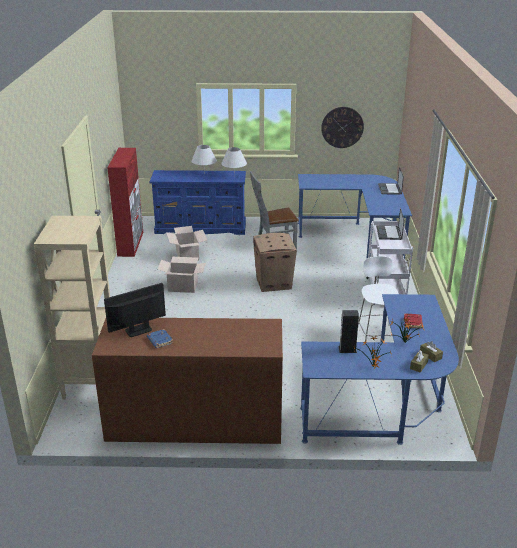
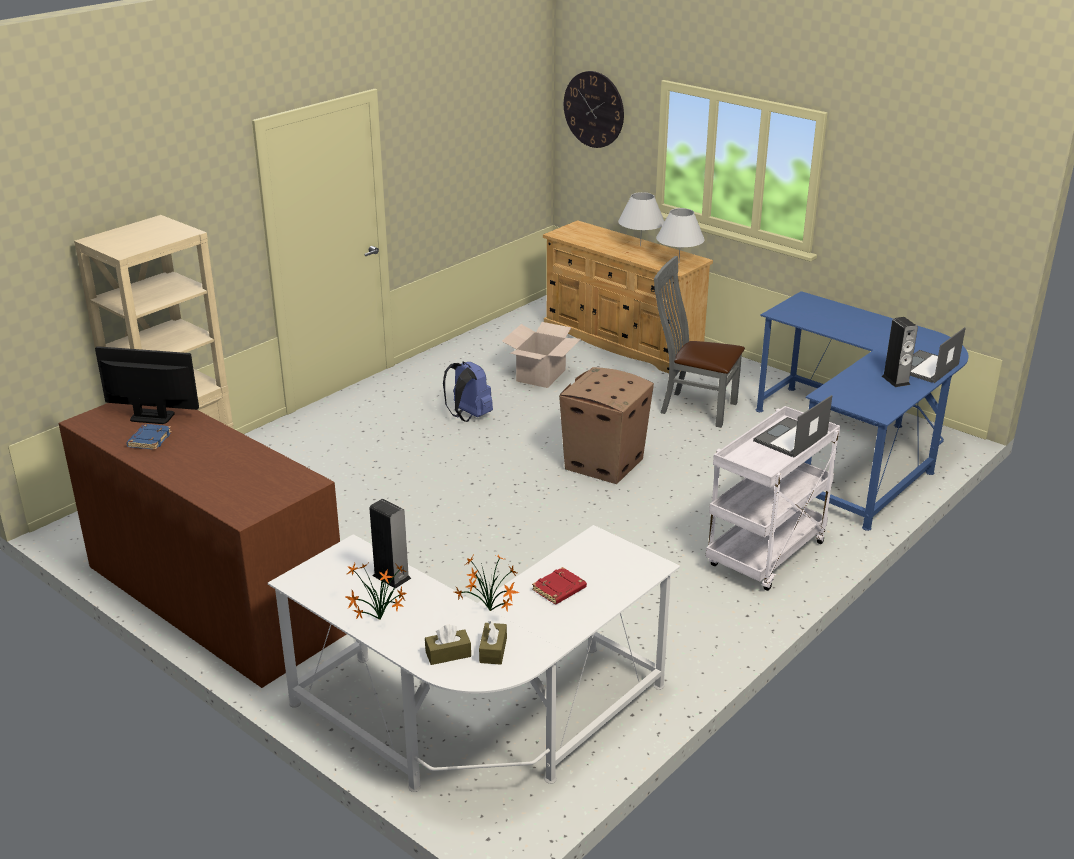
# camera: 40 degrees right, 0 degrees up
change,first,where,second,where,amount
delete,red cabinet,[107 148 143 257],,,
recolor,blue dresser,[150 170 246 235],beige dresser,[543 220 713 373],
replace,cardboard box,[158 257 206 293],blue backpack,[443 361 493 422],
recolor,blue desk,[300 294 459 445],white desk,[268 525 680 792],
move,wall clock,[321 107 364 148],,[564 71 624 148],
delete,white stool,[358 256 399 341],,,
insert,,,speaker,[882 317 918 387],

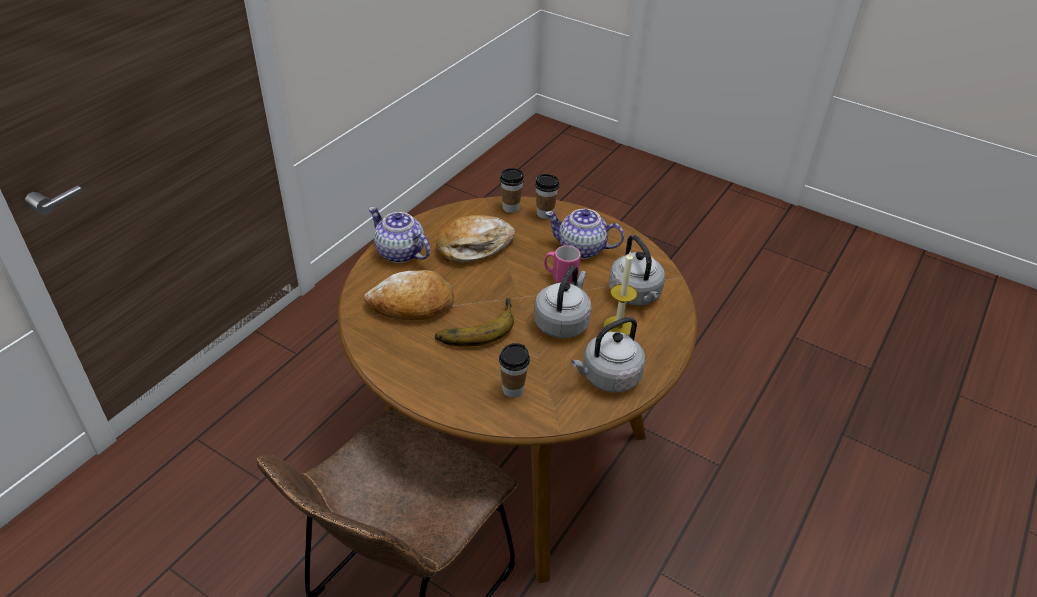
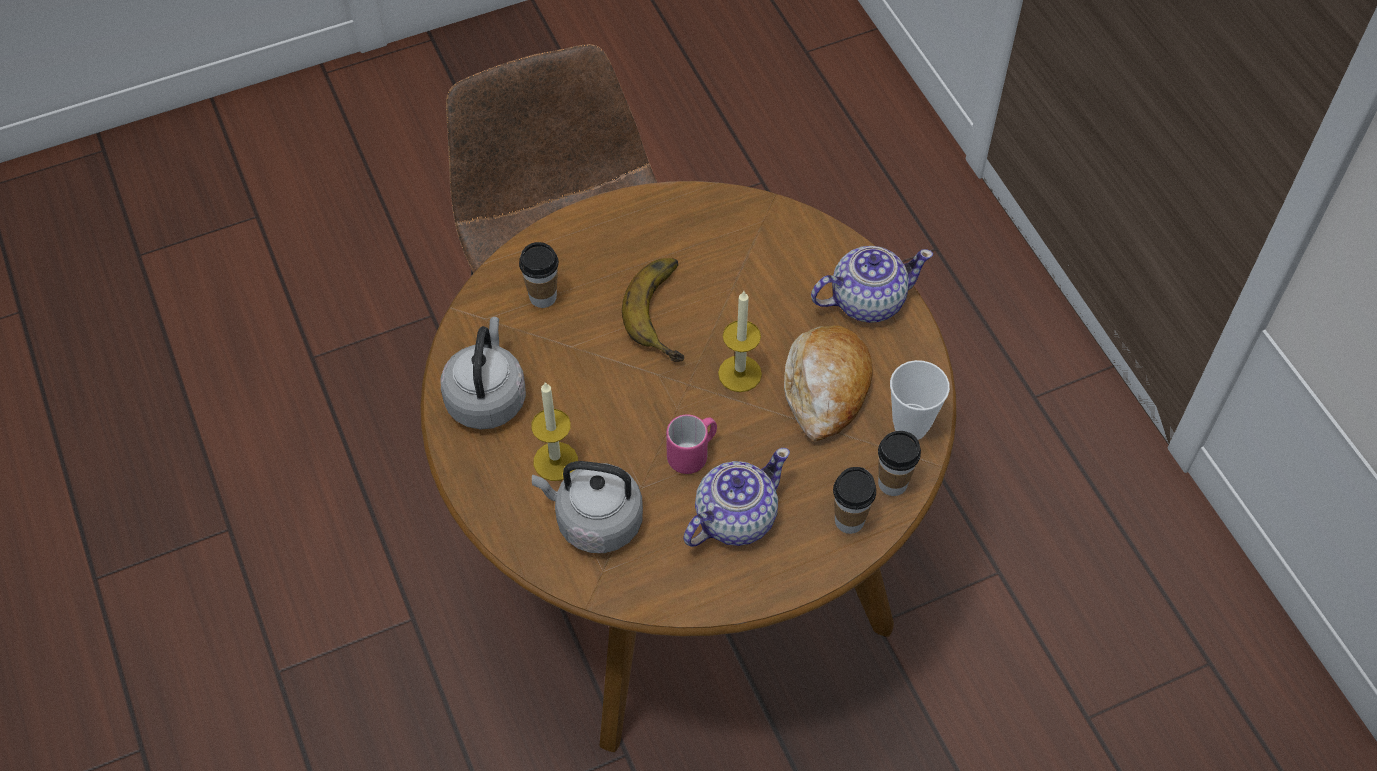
# camera: 125 degrees right, 15 degrees up
change,first,where,second,where,amount
delete,bread,[364 270 454 320],,,
delete,grey kettle,[534 265 592 338],,,
insert,,,candle,[718 291 762 392],
insert,,,cup,[890 360 950 440],

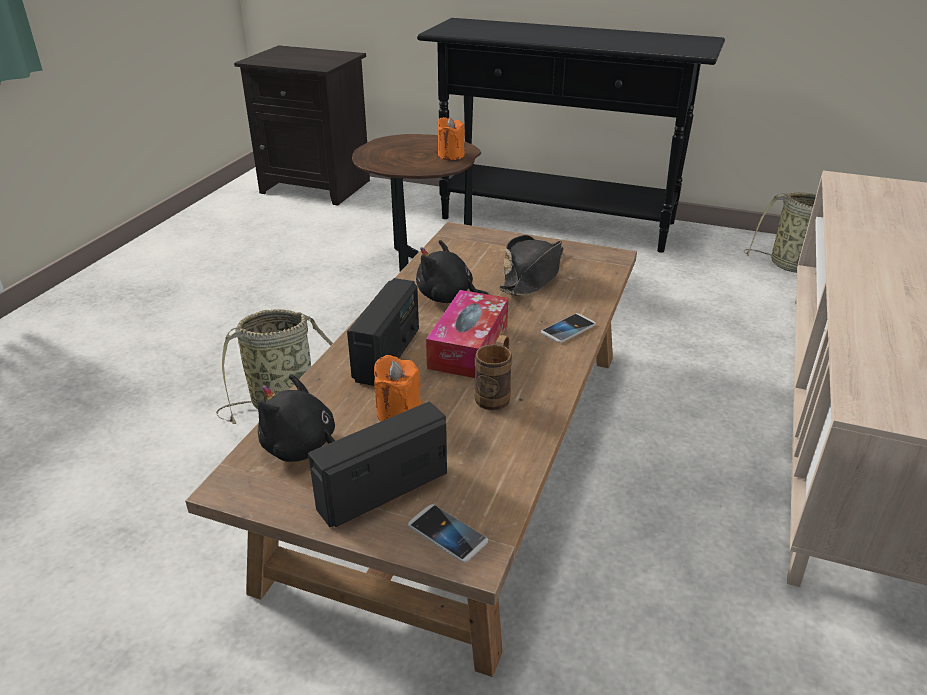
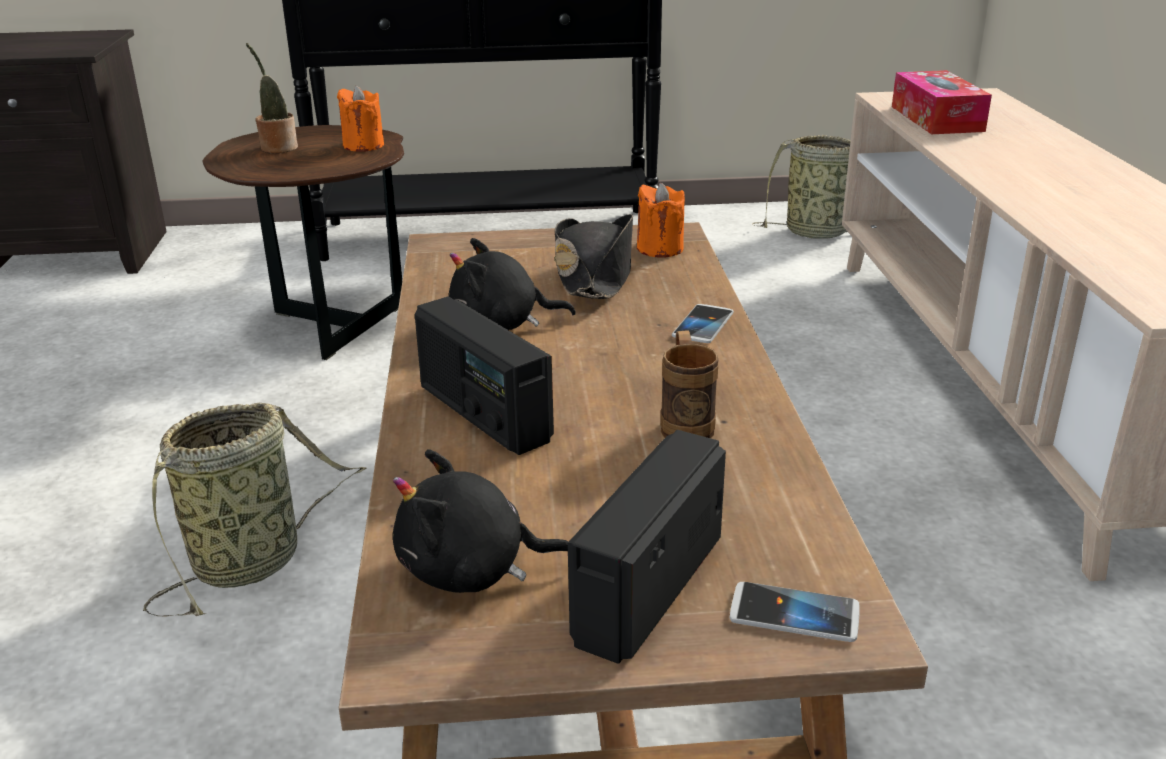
# camera: 25 degrees left, 5 degrees down
change,first,where,second,where,amount
rotate,radio,[347 278 419 386],,[415 297 554 455],150 degrees clockwise
move,orange candle,[374 355 421 421],,[637 183 685 258],
move,tissue box,[426 290 508 378],,[892 70 992 134],
insert,,,potted plant,[246 43 298 153],

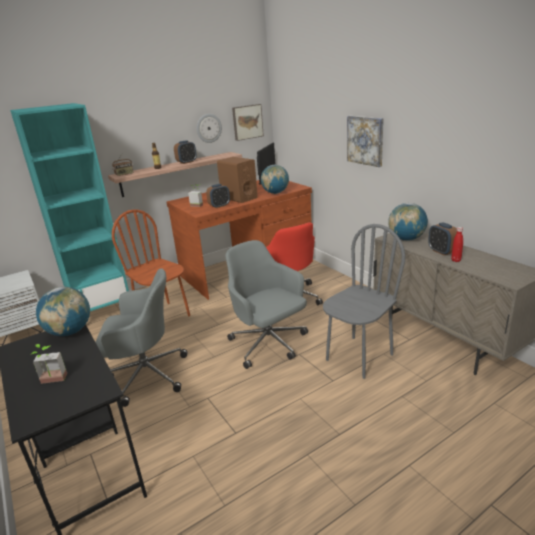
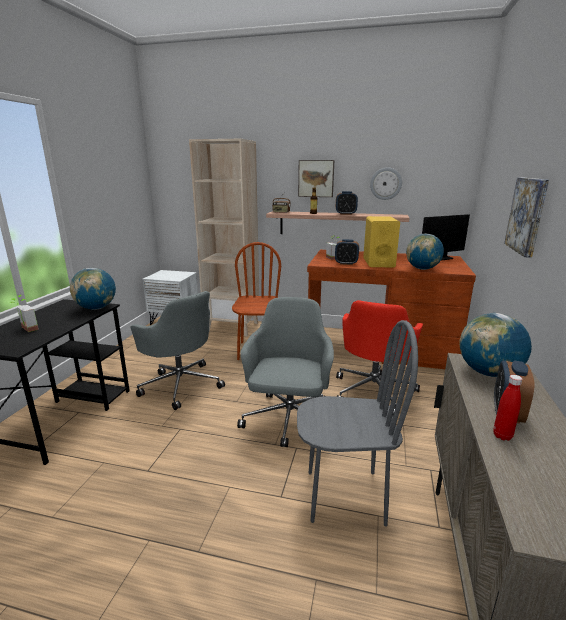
# camera: 45 degrees right, 5 degrees down
change,first,where,second,where,amount
recolor,turquoise bookcase,[10 103 129 311],beige bookcase,[189 139 259 336],
recolor,brown speaker,[217 157 258 203],yellow speaker,[363 216 400 268],
move,picture,[232 104 264 141],,[298 160 334 197],

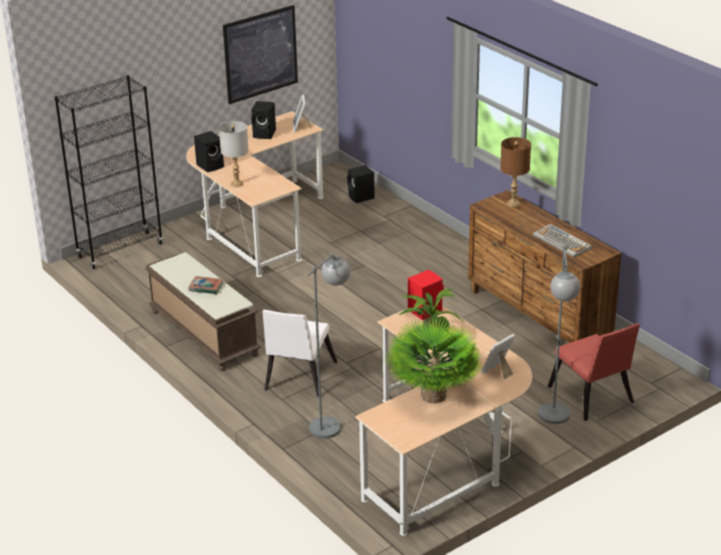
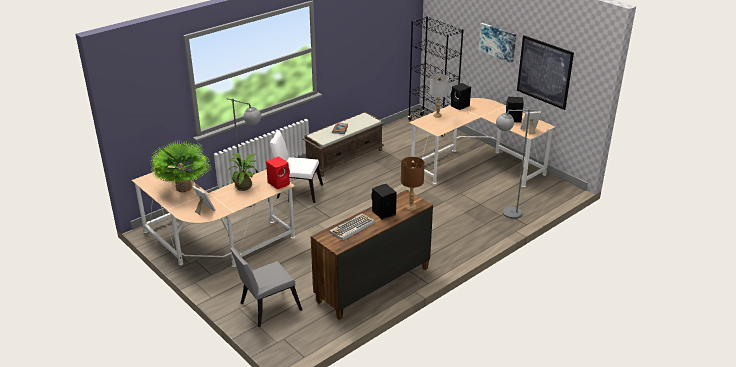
# camera: 85 degrees right, 0 degrees up
change,first,where,second,where,amount
move,black speaker,[347 165 375 203],,[371 184 397 220],
move,grey floor lamp,[538 242 580 424],,[496 109 537 219],
recolor,red chair,[548 323 640 421],grey chair,[230 247 302 327],
insert,,,picture,[479 23 516 63],

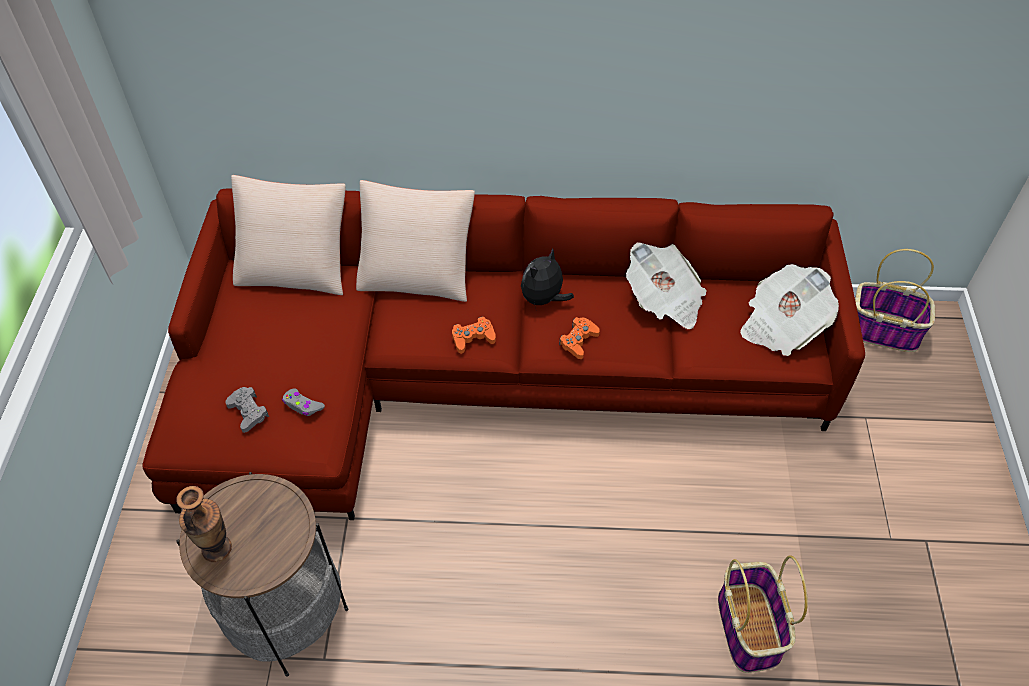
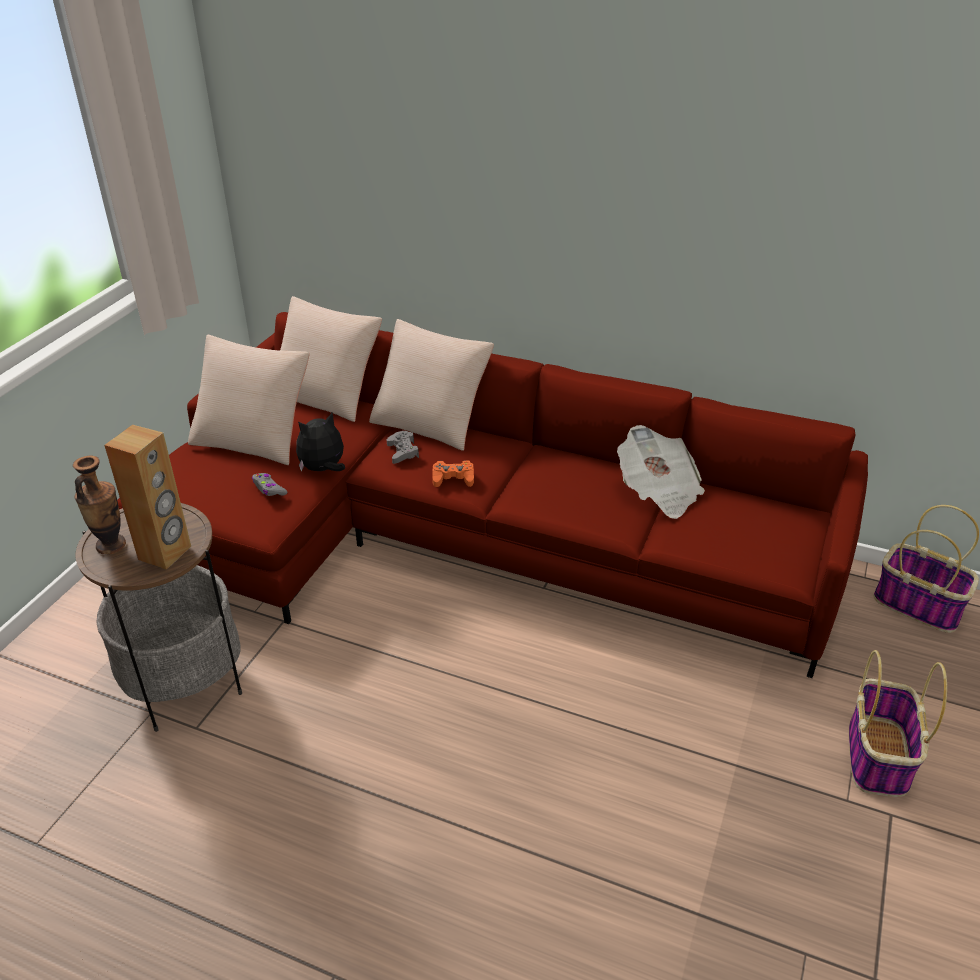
# camera: 20 degrees right, 15 degrees down
change,first,where,second,where,amount
move,grey game controller,[225 387 269 433],,[387 431 419 464],
move,plush toy,[521 248 574 305],,[296 412 345 471],
delete,orange game controller,[559 317 600 359],,,
move,basket,[718 555 808 673],,[849 650 947 797],
delete,newspaper,[740 264 839 356],,,
insert,,,brown speaker,[104 425 191 570],
insert,,,beige pillow,[188 335 310 465],

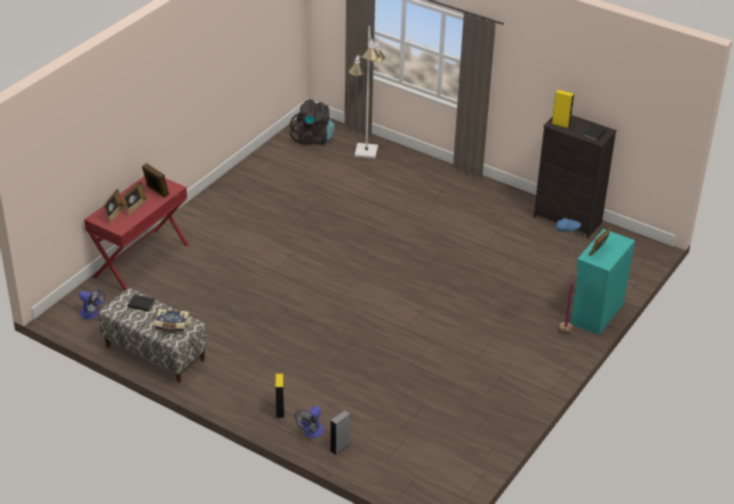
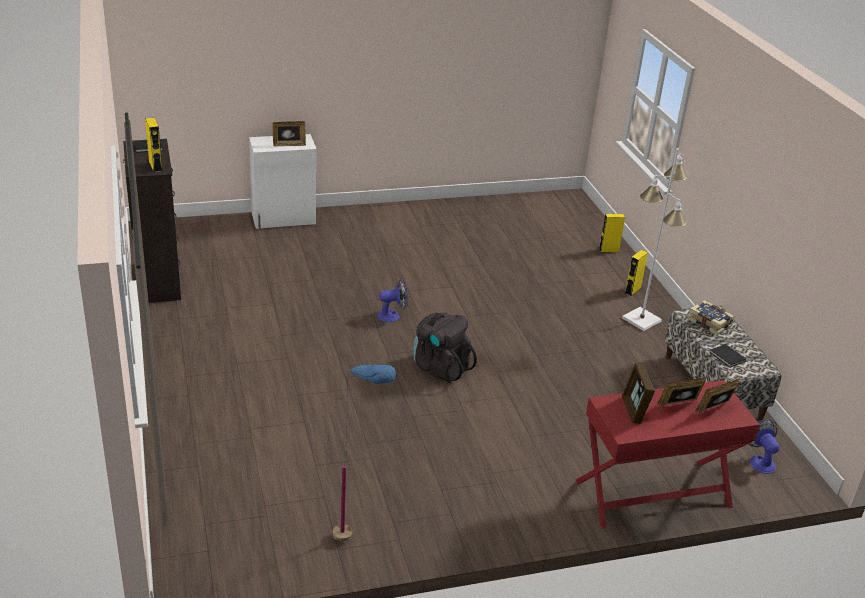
# camera: 140 degrees left, 5 degrees down
change,first,where,second,where,amount
move,black backpack,[290 99 335 145],,[413 313 477 383],
move,fan,[295 406 324 438],,[377 280 408 322],
recolor,grey speaker,[330 410 350 455],yellow speaker,[599 214 625 252],
move,white floor lamp,[349 26 385 158],,[622 148 687 331],
move,blue floor lamp,[556 218 581 332],,[333 365 396 541],
recolor,turquoise cabinet,[570 229 635 335],white cabinet,[249 134 317 229],

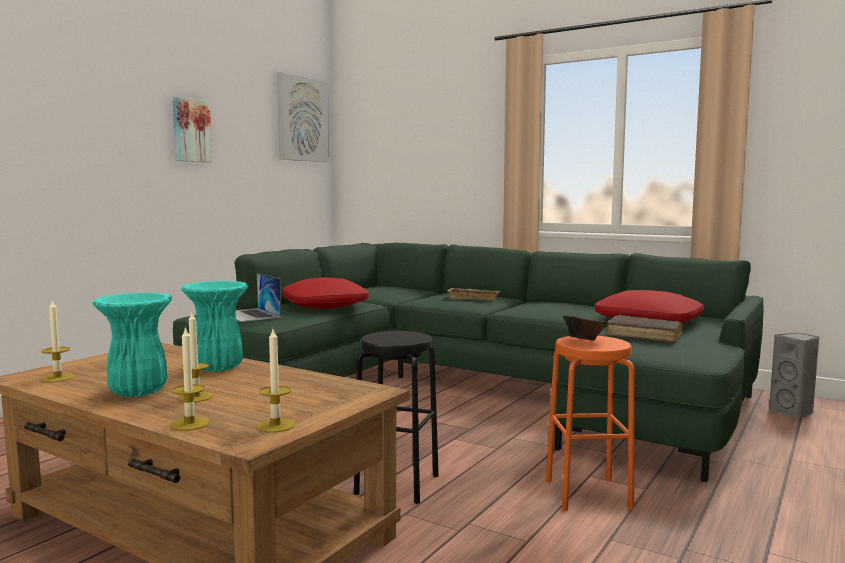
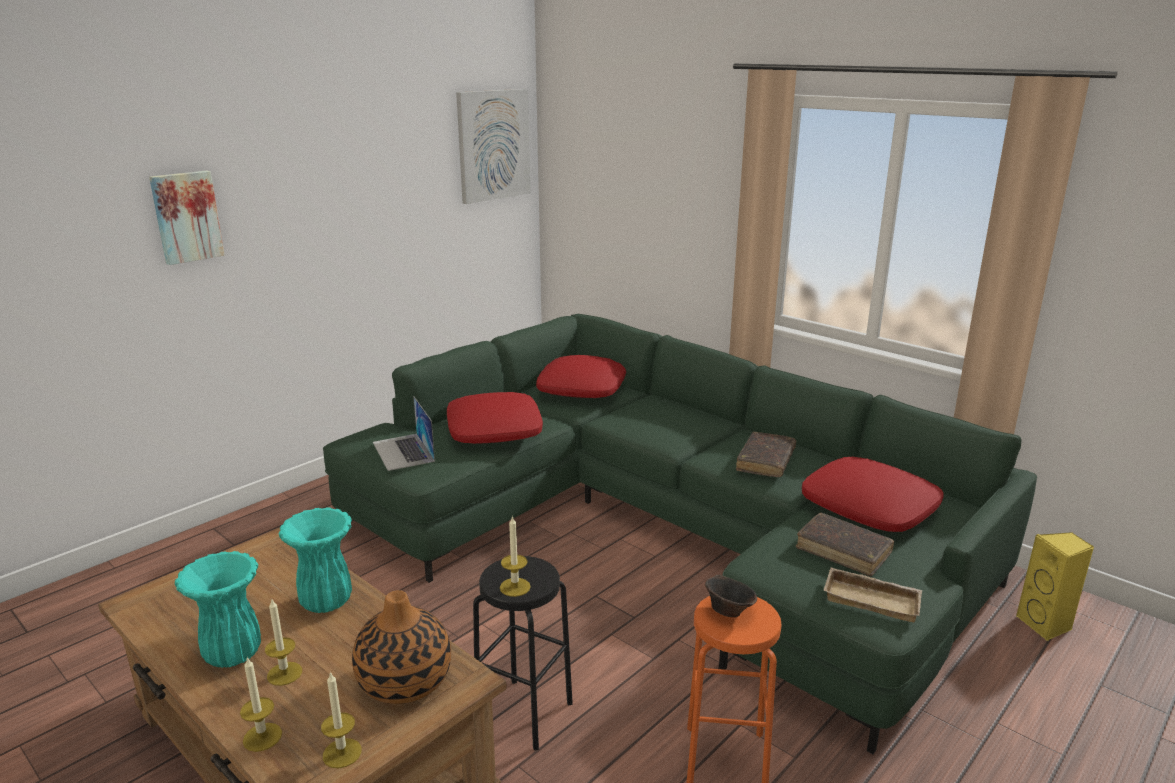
# camera: 10 degrees right, 15 degrees up
change,first,where,second,where,amount
move,candle,[41 300 74 382],,[500 516 531 597],
move,picture,[172 97 212 162],,[149 170 224 265],
move,beige tray,[446 288 500 300],,[824 567 923 622],
recolor,grey speaker,[769 333 819 420],yellow speaker,[1016 532 1094 641],
insert,,,vase,[352 590 451 704],
insert,,,red pillow,[536 355 626 398],
insert,,,brown book,[736 432 796 477],

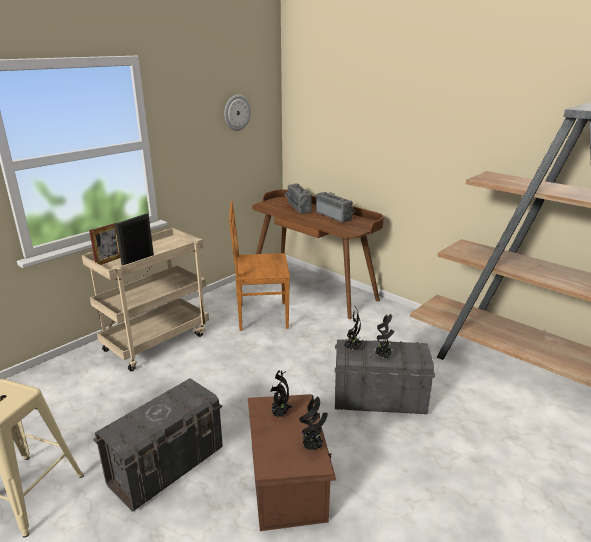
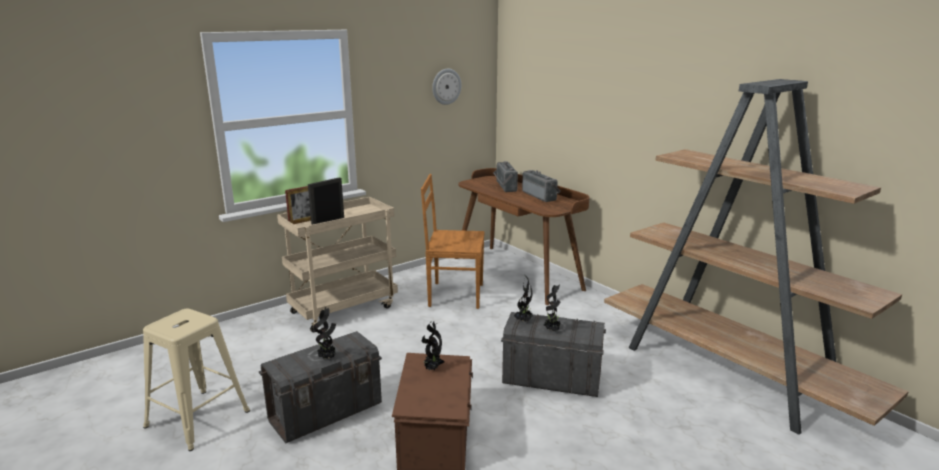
# camera: 10 degrees right, 5 degrees down
change,first,where,second,where,amount
move,potted plant,[299 395 328 450],,[313 307 336 359],

